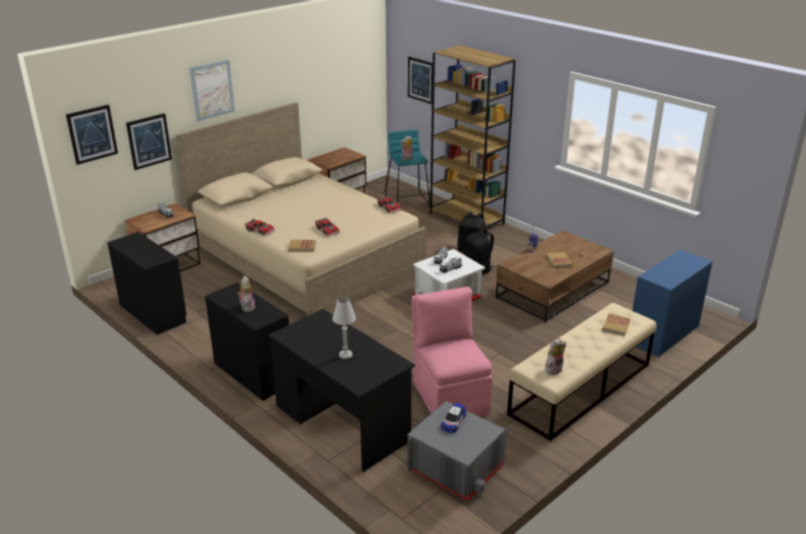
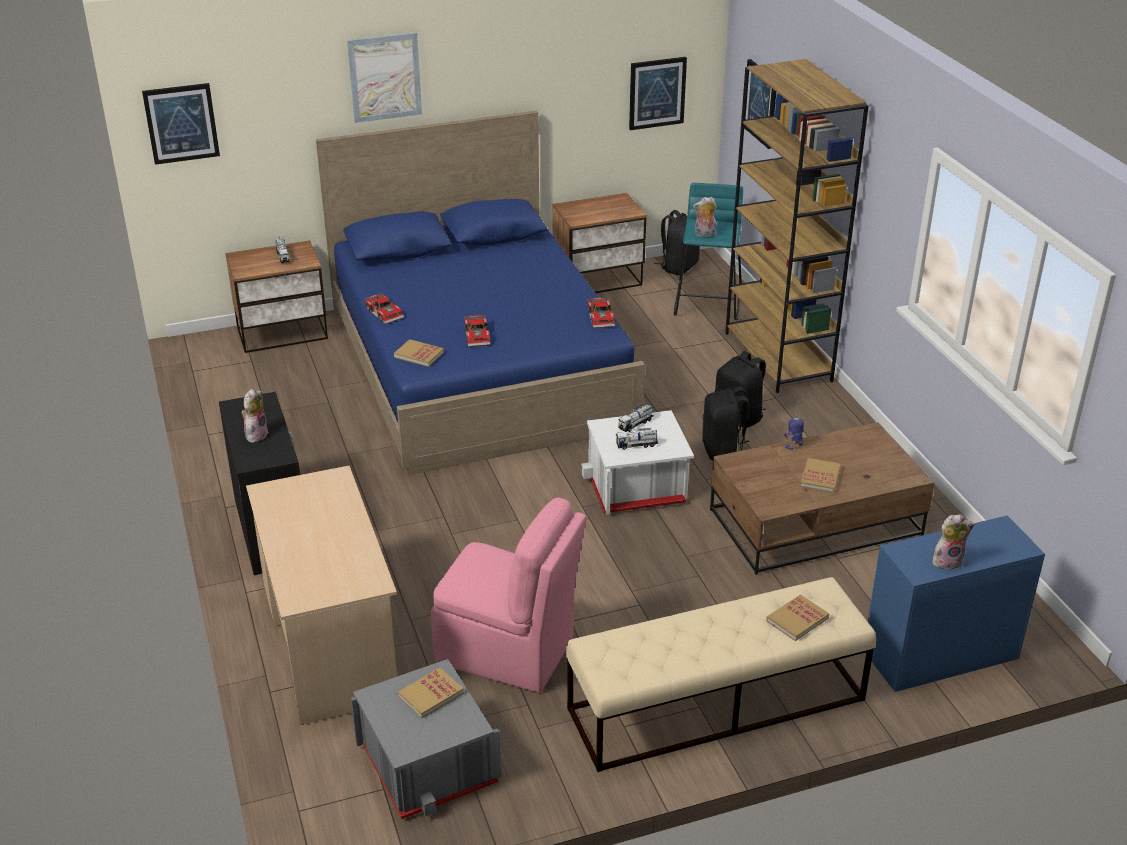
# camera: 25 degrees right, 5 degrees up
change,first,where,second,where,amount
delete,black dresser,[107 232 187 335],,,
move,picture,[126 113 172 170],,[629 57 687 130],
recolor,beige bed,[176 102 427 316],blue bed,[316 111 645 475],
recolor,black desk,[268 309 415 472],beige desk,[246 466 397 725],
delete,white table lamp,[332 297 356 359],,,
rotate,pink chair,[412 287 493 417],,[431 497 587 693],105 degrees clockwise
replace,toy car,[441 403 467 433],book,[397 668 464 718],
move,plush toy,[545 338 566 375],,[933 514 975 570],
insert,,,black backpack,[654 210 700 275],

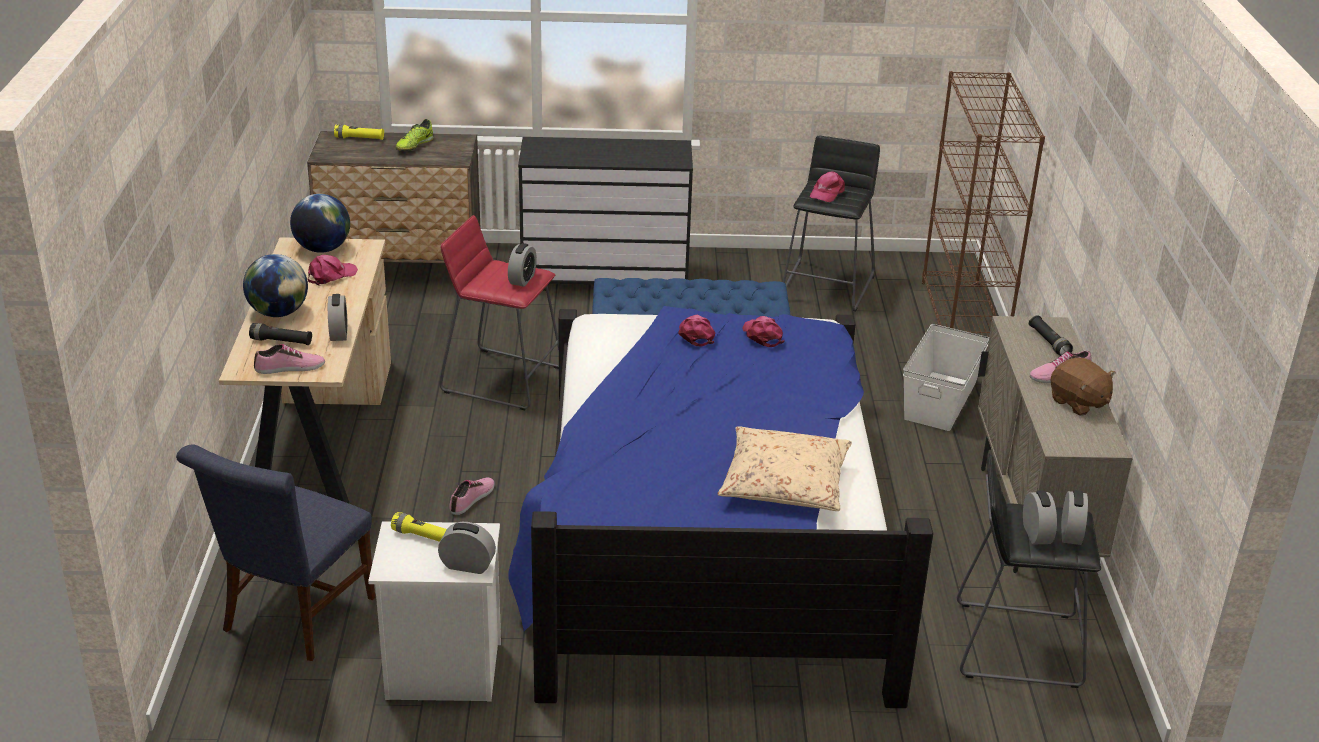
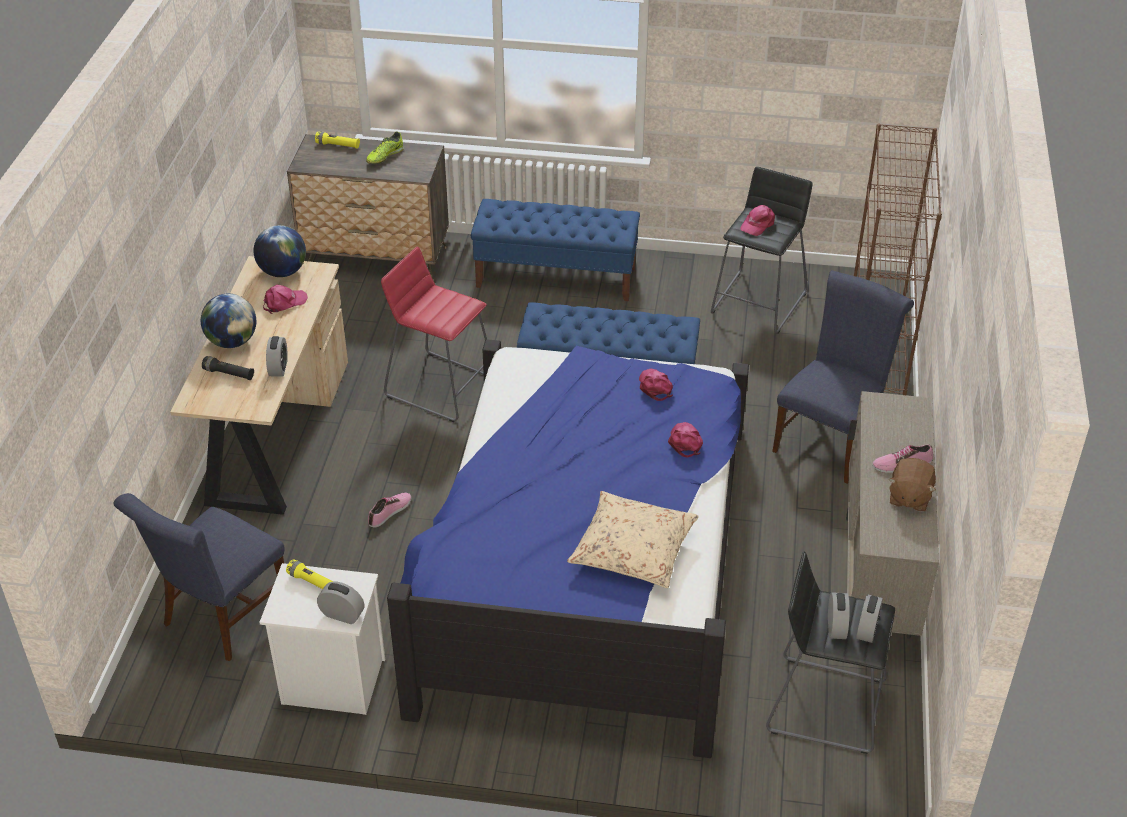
# camera: 10 degrees right, 10 degrees up
change,first,where,second,where,amount
delete,shoe,[254 344 325 374],,,
delete,alarm clock,[508 243 537 287],,,
replace,black dresser,[518 137 693 291],blue bench,[471 199 640 301],
move,pink cap,[678 315 715 347],,[668 422 703 458],
replace,white storage box,[903 324 989 431],blue chair,[772 270 914 484],
delete,black flashlight,[1028 315 1073 356],,,
rotate,brown plush toy,[1051 358 1116 416],,[889 458 936 512],45 degrees clockwise

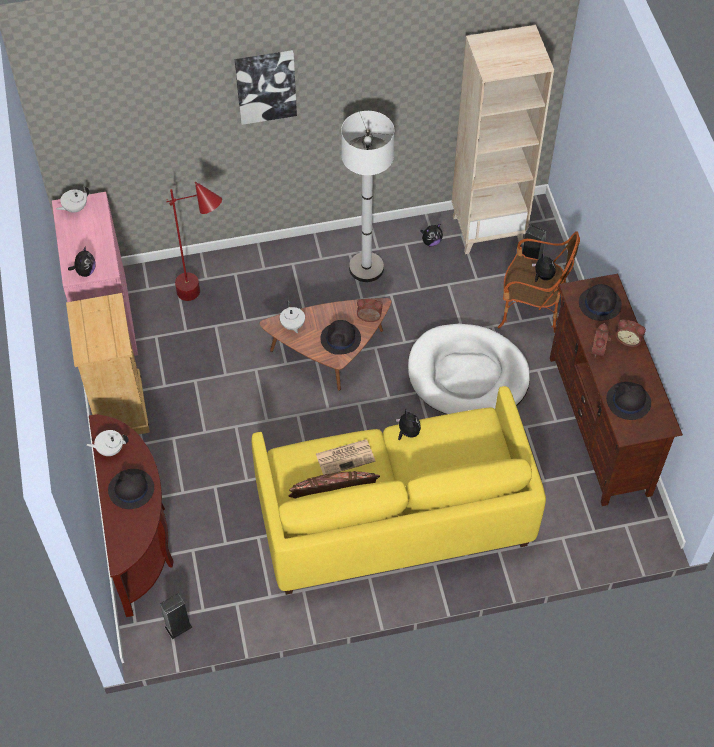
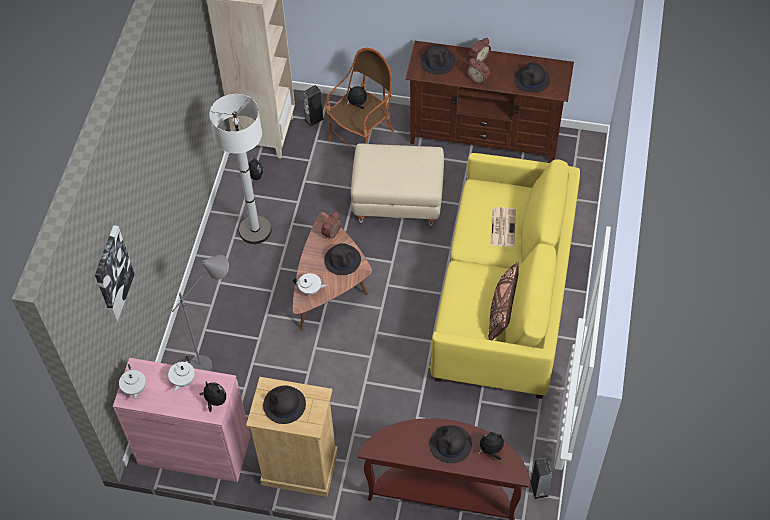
# camera: 65 degrees left, 0 degrees up
change,first,where,second,where,amount
move,white teapot,[86 430 129 456],,[168 356 195 392],
recolor,red floor lamp,[166 182 222 301],grey floor lamp,[172 255 229 372],
move,picture,[235 50 297 125],,[95 225 135 322],
move,newspaper,[316 439 375 475],,[490 207 516 247],
move,plush toy,[396 410 421 440],,[479 432 504 460],
replace,white dog bed,[408 324 530 414],beige ottoman,[351 144 444 227],
insert,,,black hat,[263 385 306 424],

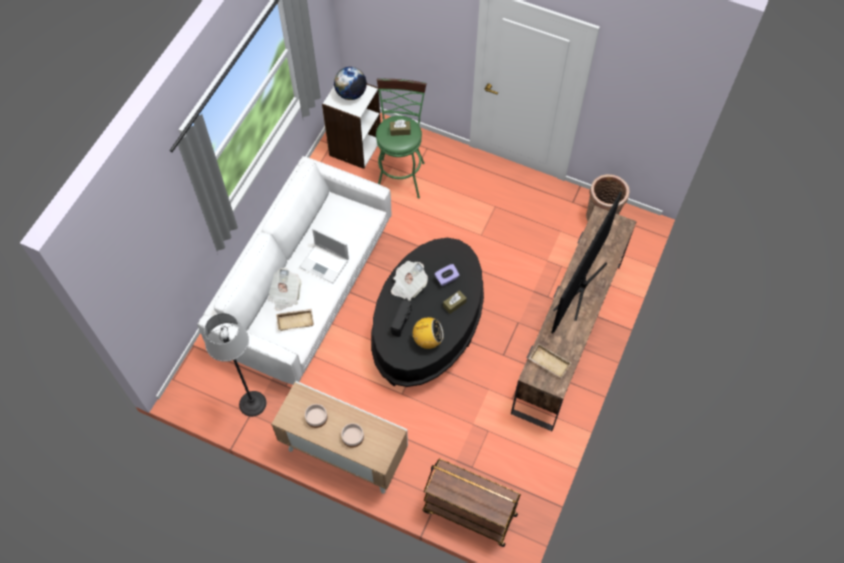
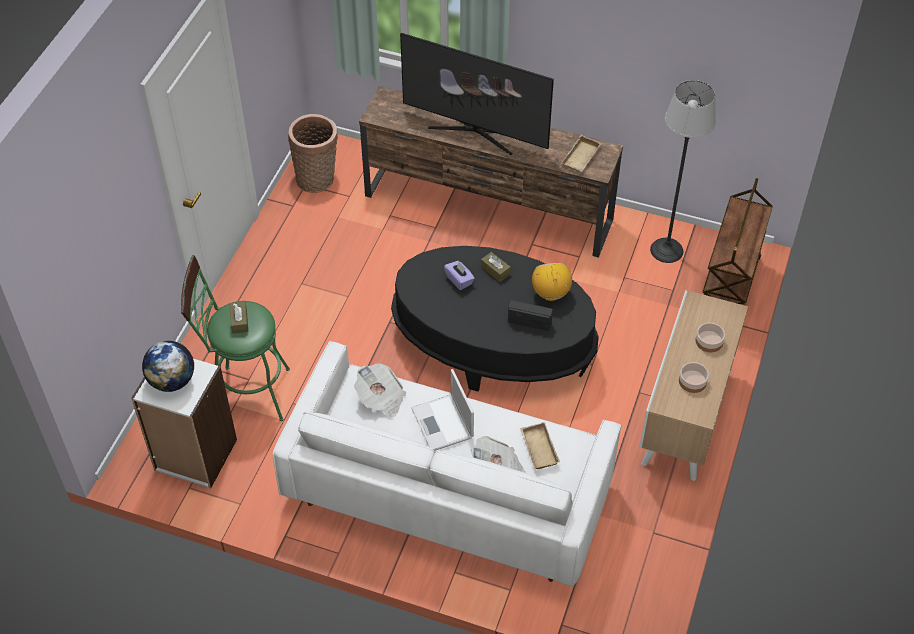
# camera: 95 degrees left, 10 degrees down
change,first,where,second,where,amount
move,floor lamp,[204 313 266 417],,[650 80 716 263],
rotate,laptop,[300 228 349 283],,[411 369 474 451],135 degrees clockwise
move,newspaper,[391 261 428 301],,[354 363 406 417],

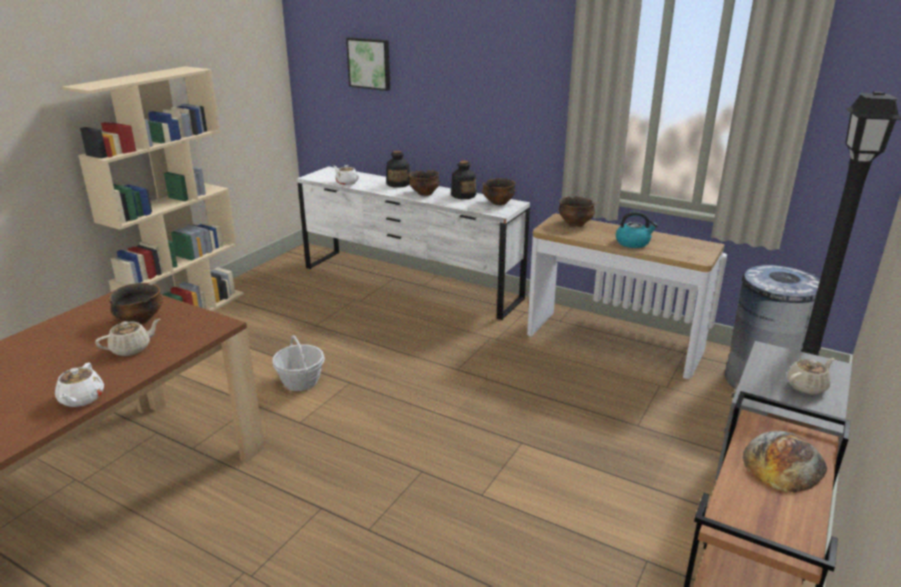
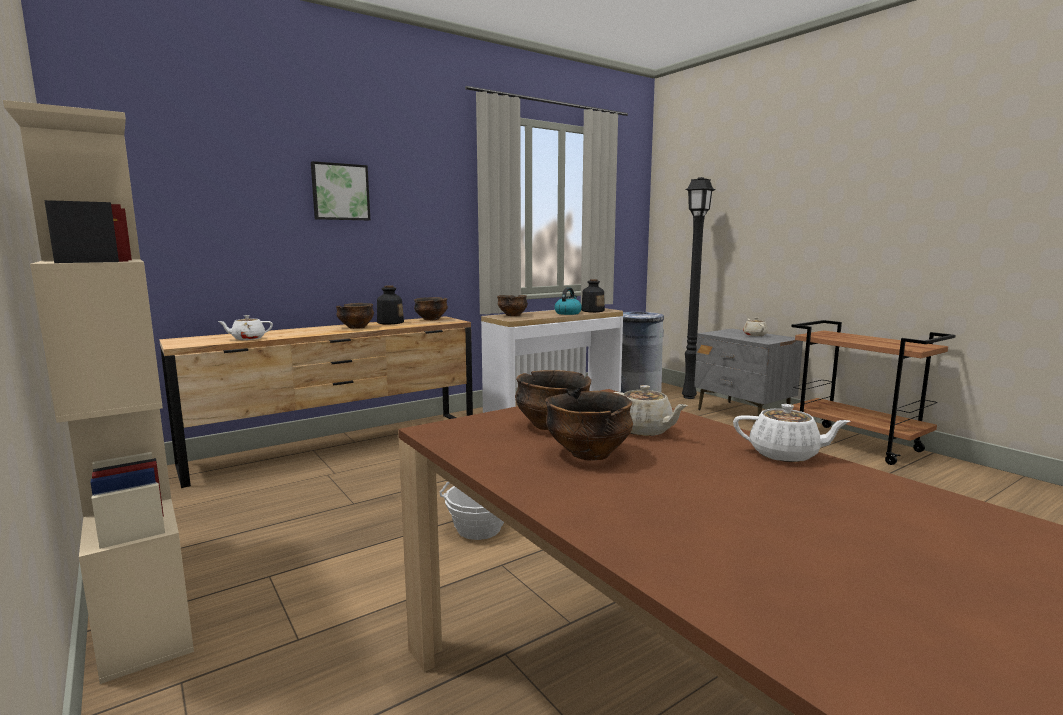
# camera: 65 degrees left, 15 degrees down
change,first,where,second,where,amount
rotate,beige teapot,[95 319 160 356],,[613 385 688 436],150 degrees clockwise
recolor,white dresser,[297 166 530 320],brown dresser,[159 316 473 488],
move,picture,[346 38 390 91],,[311 161 370 220],
move,bottle,[386 151 410 188],,[581 279 605 312],
delete,bread,[743 431 828 493],,,
insert,,,bowl,[545 391 633 461],

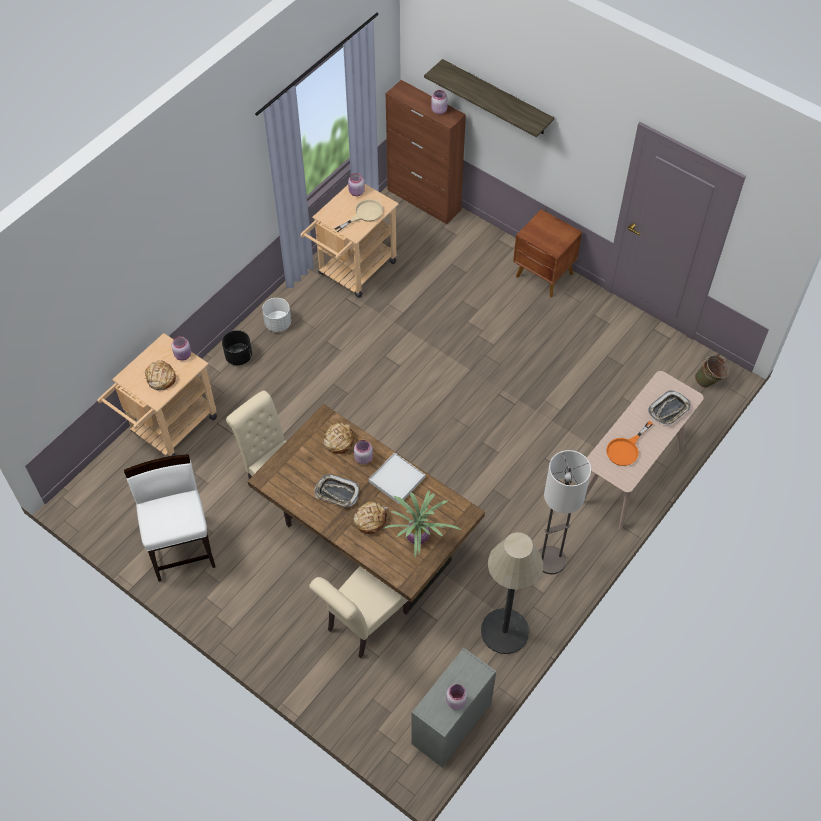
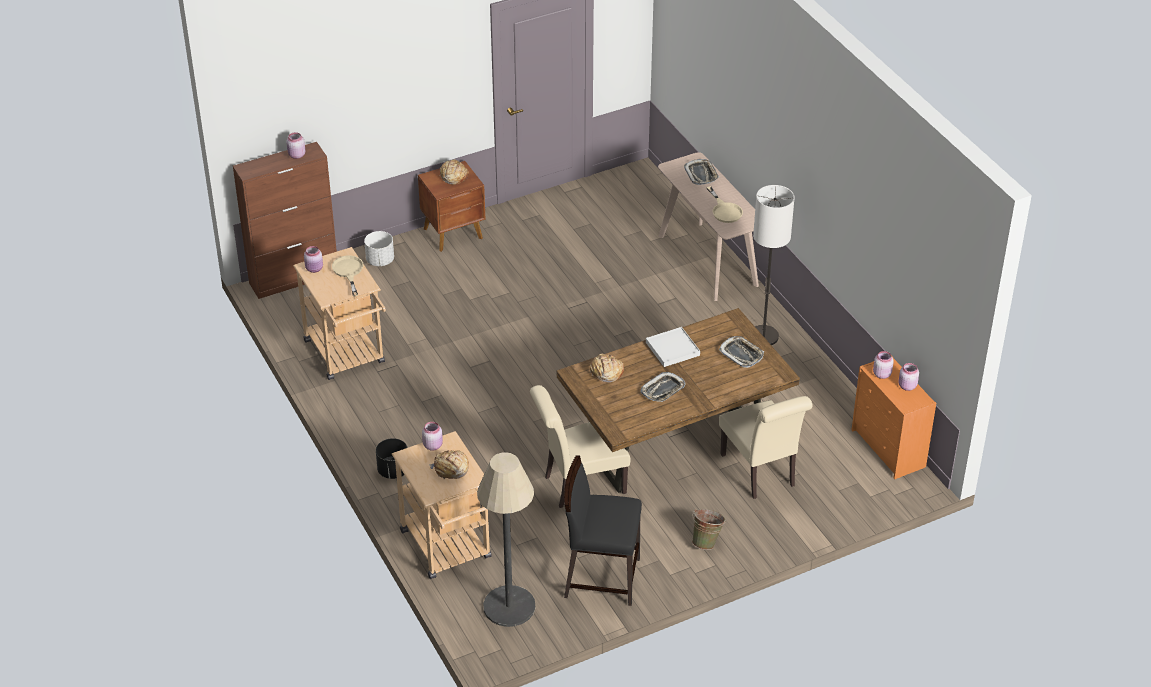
# camera: 65 degrees left, 15 degrees down
change,first,where,second,where,amount
recolor,white chair,[124 454 216 582],black chair,[564 456 642 606],
move,white planter,[262 298 291 332],,[364 231 394 266],
move,bread,[353 501 388 534],,[439 160 469 185],
move,pink jar,[354 440 373 464],,[873 351 894 379],
replace,potted plant,[383 491 461 557],tray,[719 336 764 368],
recolor,grey dresser,[411 647 496 768],orange dresser,[851 358 936 479],
delete,shelf,[424 59 554 137],,,
move,floor lamp,[481 532 543 654],,[477 452 535 627],
recolor,orange frying pan,[606 421 653 466],beige frying pan,[706 186 743 223],
move,green bucket,[695 354 730 388],,[692 509 726 550],

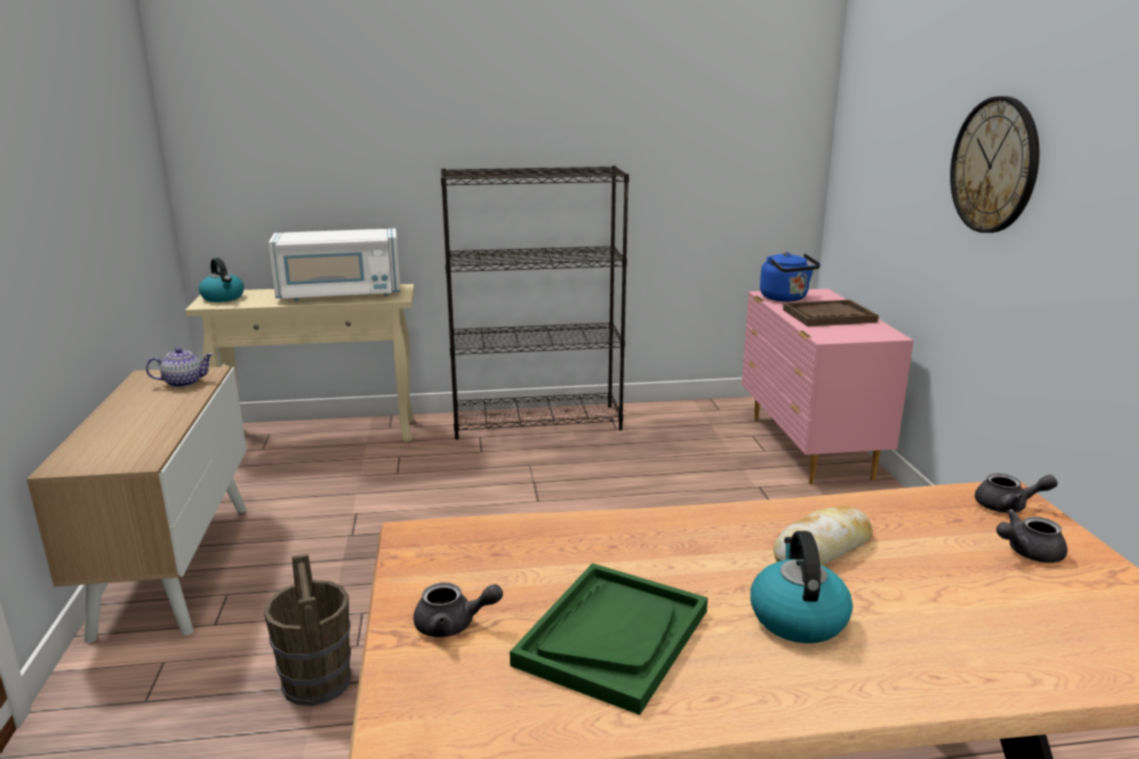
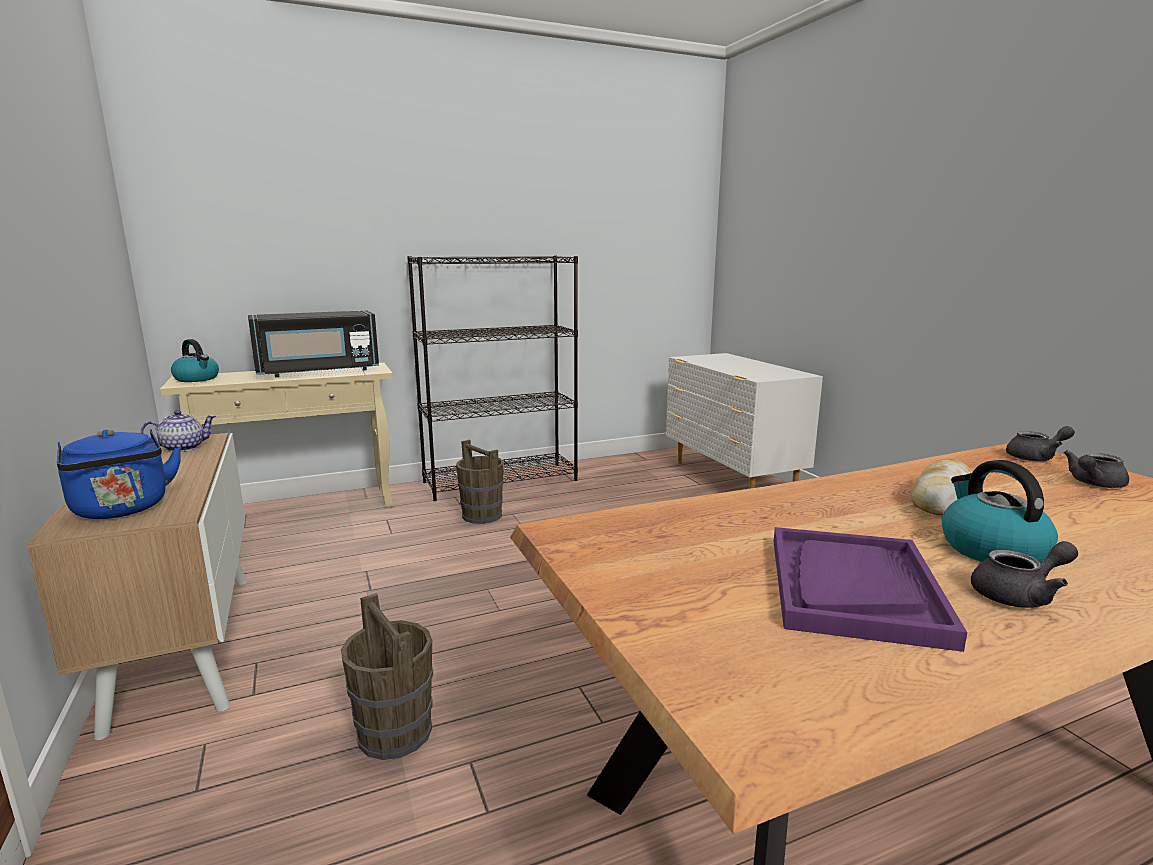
# camera: 15 degrees left, 5 degrees down
change,first,where,second,where,amount
recolor,white microwave,[268 228 401 301],black microwave,[248 310 379 377],
move,grey teapot,[413 582 503 637],,[971 541 1078 608],
recolor,green tray,[510 563 708 715],purple tray,[774 527 967 652],
recolor,pink dresser,[741 289 914 484],white dresser,[666 353 823 489],
move,blue kettle,[760 252 821 302],,[57 429 182 519],
delete,brown tray,[783 300 879 326],,,
delete,wall clock,[950 96 1040 233],,,
insert,,,brown bucket,[456 440 504 524],

